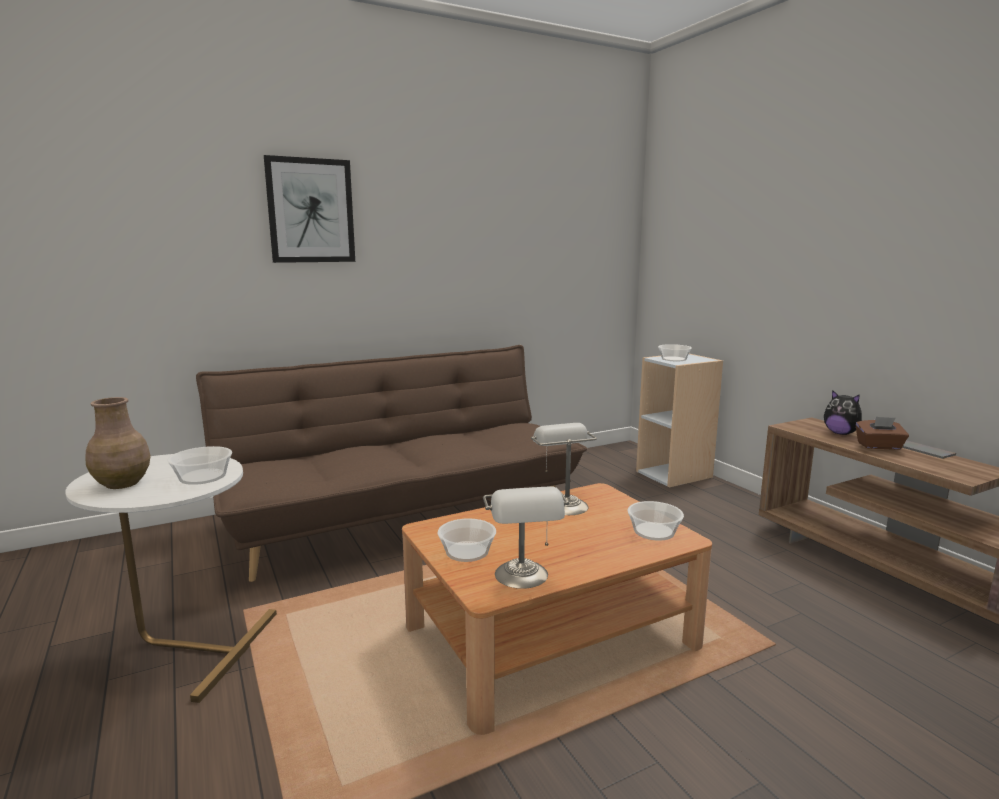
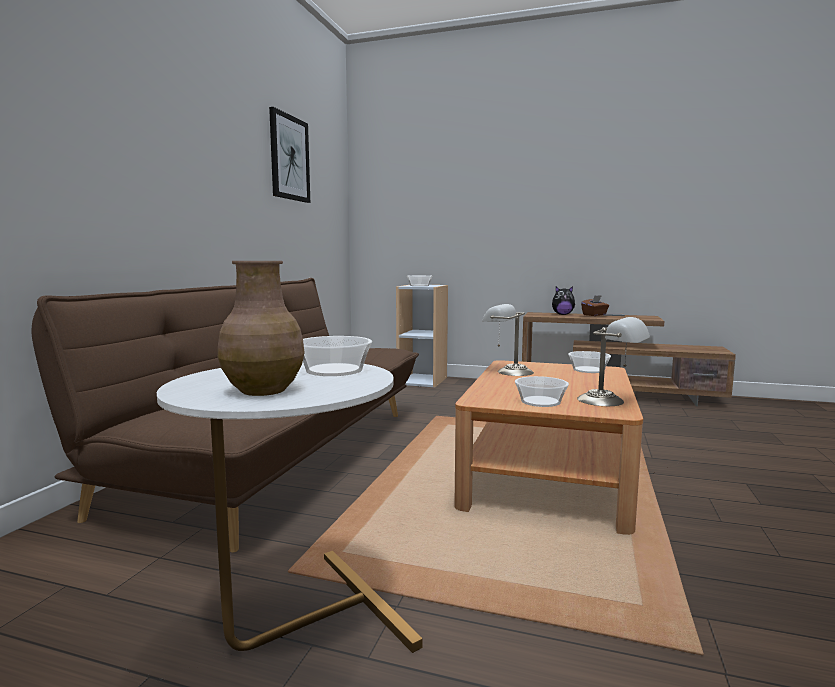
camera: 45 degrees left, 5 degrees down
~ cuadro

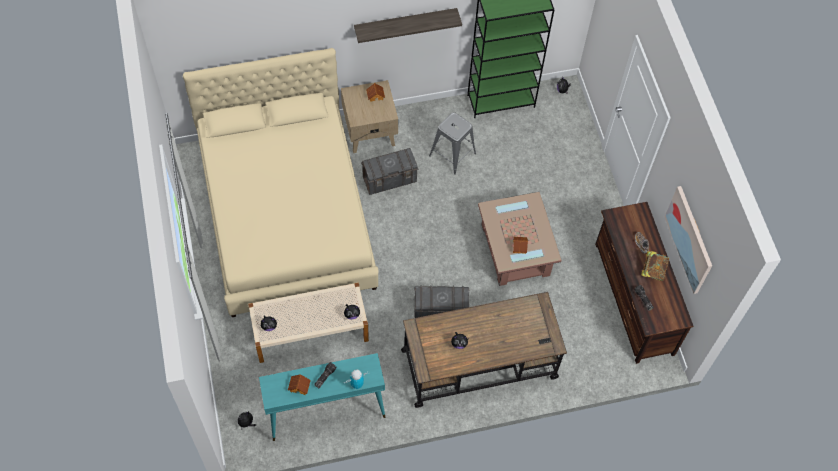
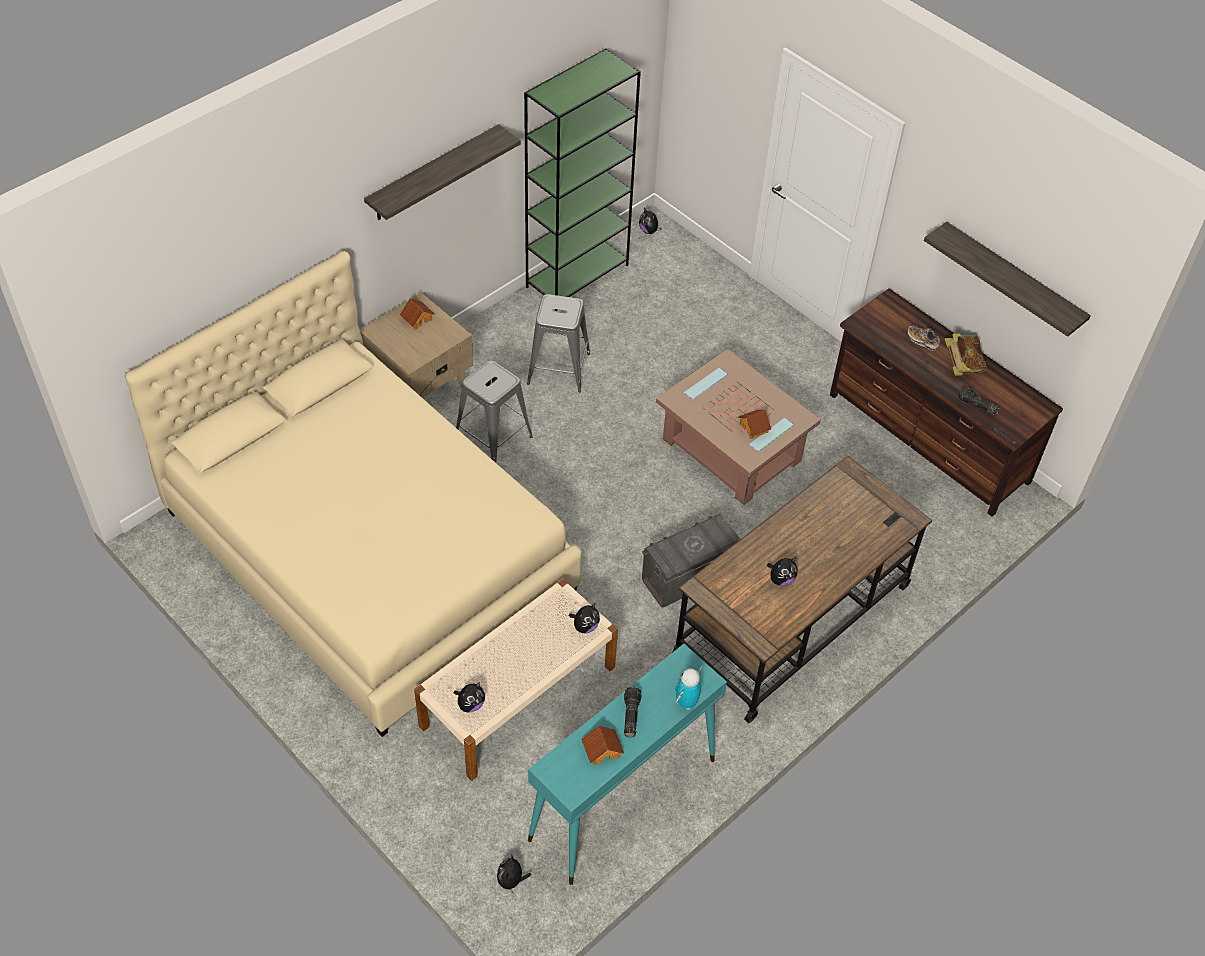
camera: 30 degrees left, 10 degrees down
~ caja de almacenaje/gris (no. 1 from left) to taburete/gris (no. 1 from left)
~ cuadro to estante (no. 2 from left)

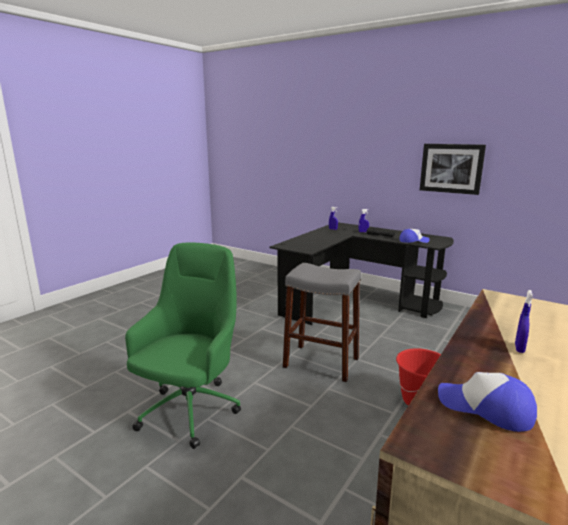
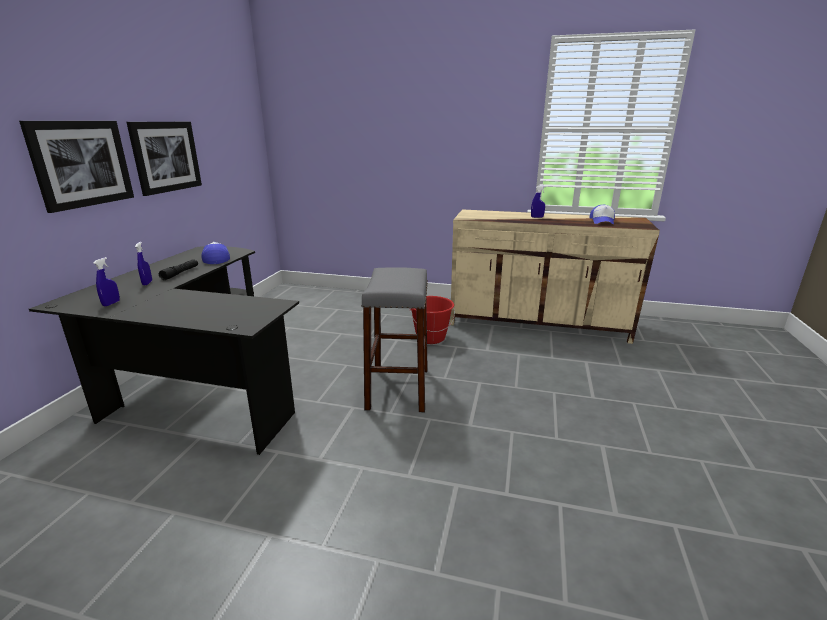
camera: 110 degrees left, 5 degrees up
- silla de oficina/verde
+ cuadro (no. 1 from left)

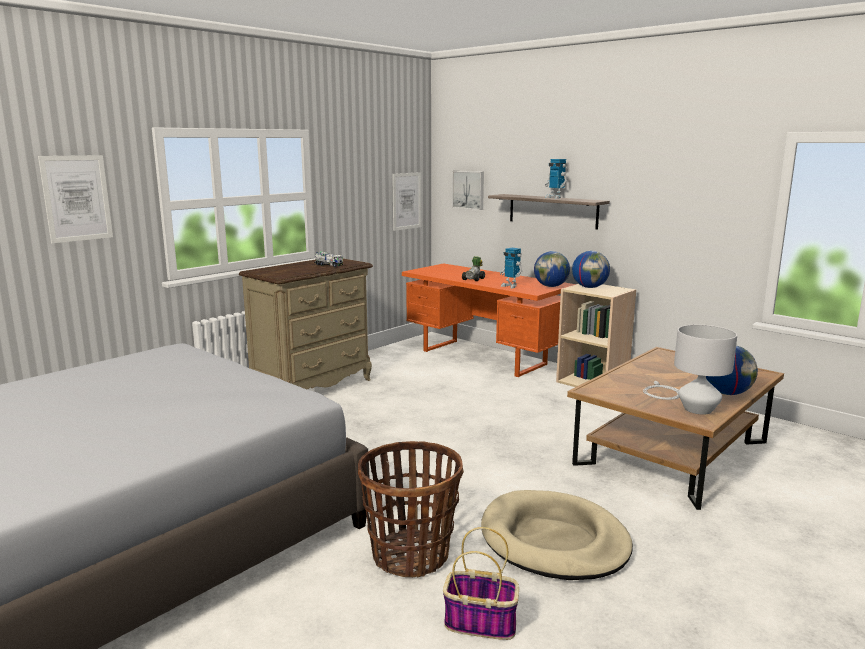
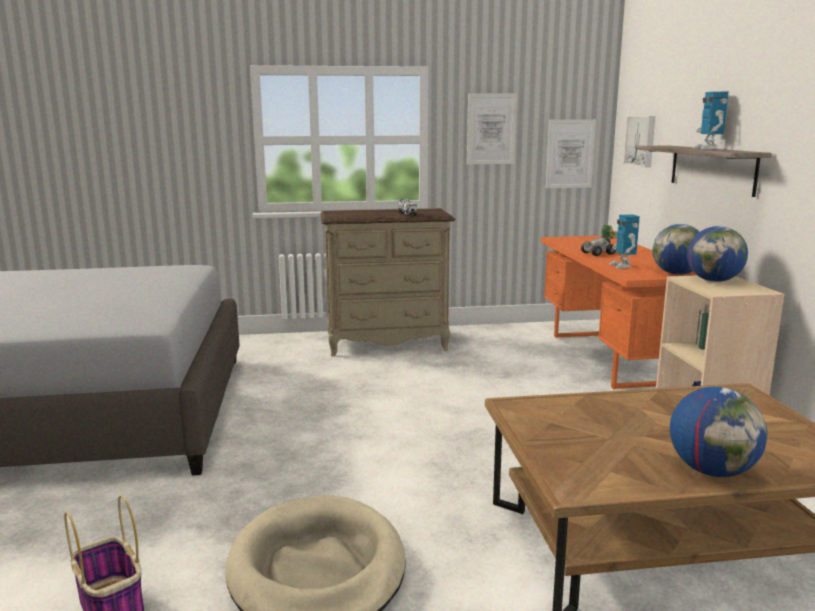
camera: 40 degrees right, 0 degrees up
- cesta (no. 1 from left)
- lámpara de mesa/blanco
~ cuadro (no. 1 from left)

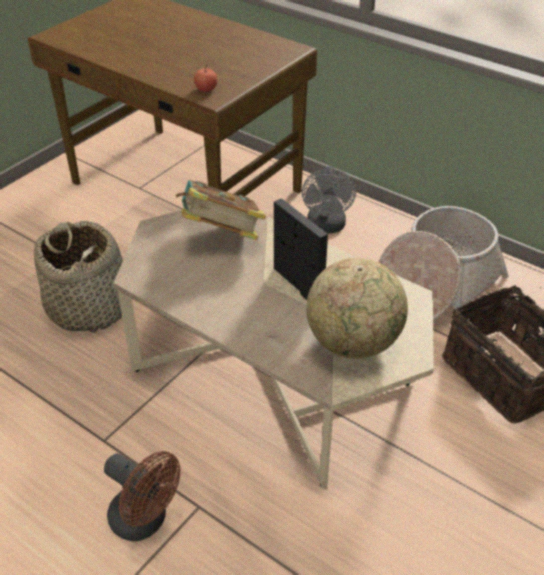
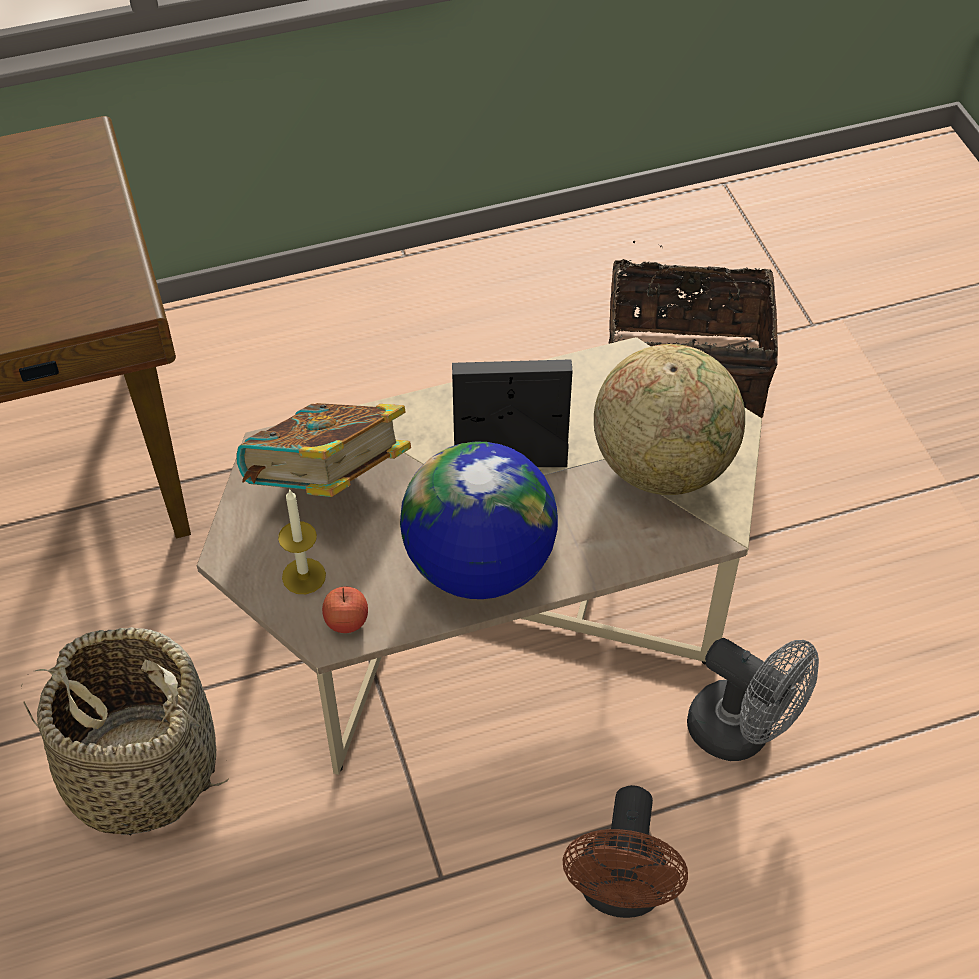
camera: 55 degrees left, 10 degrees up
- cesta (no. 2 from left)
+ vela
+ globo terráqueo (no. 1 from left)
~ manzana
~ ventilador/gris
~ ventilador/marrón 120 degrees clockwise

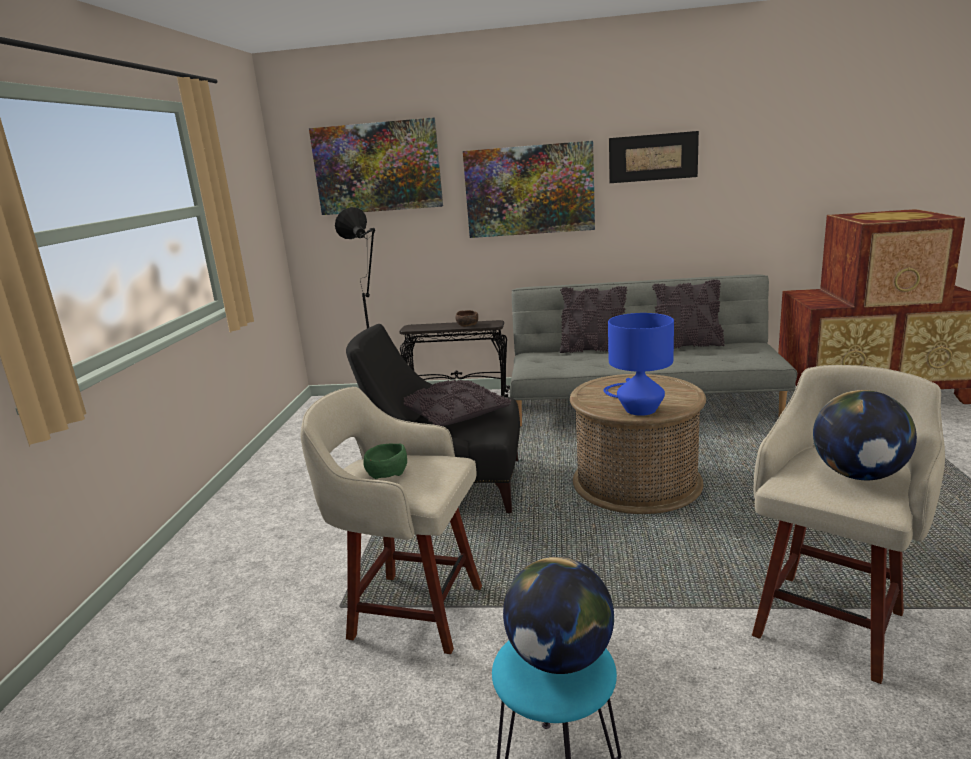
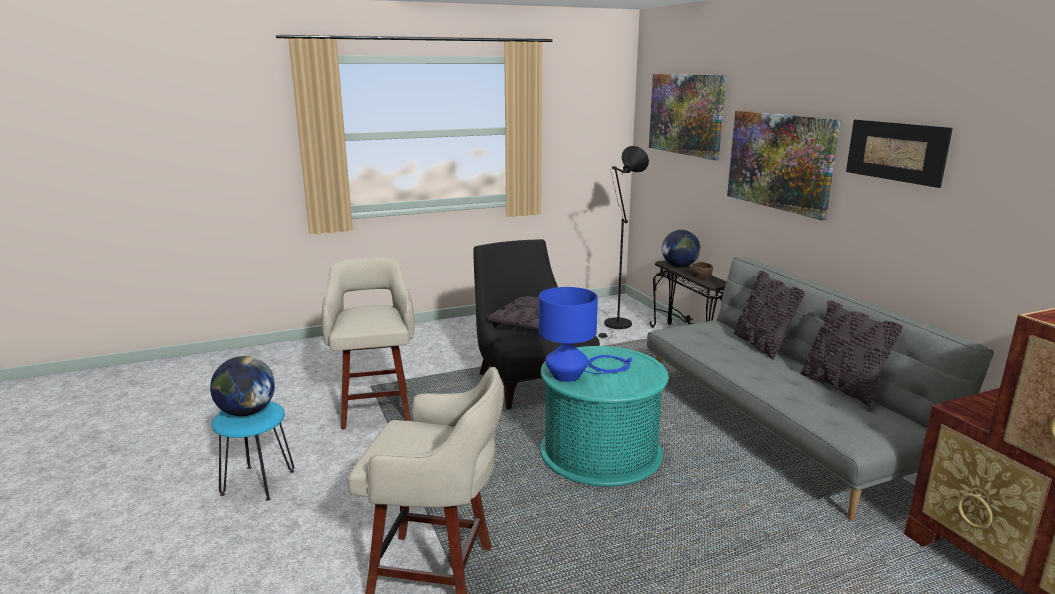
camera: 60 degrees right, 0 degrees up
- cuenco/verde
~ globo terráqueo (no. 2 from left)
~ mesa de centro/marrón to mesa de centro/turquesa

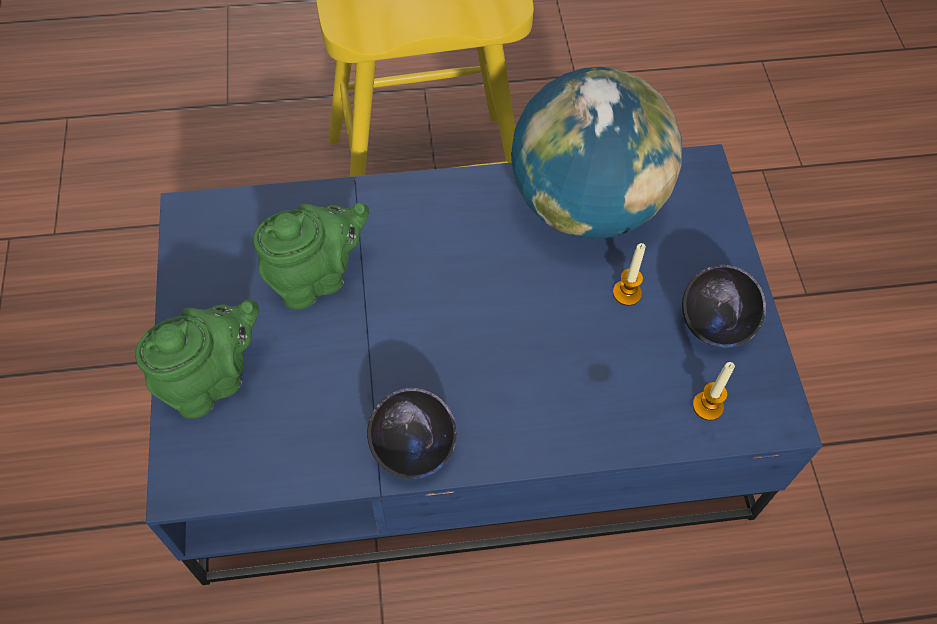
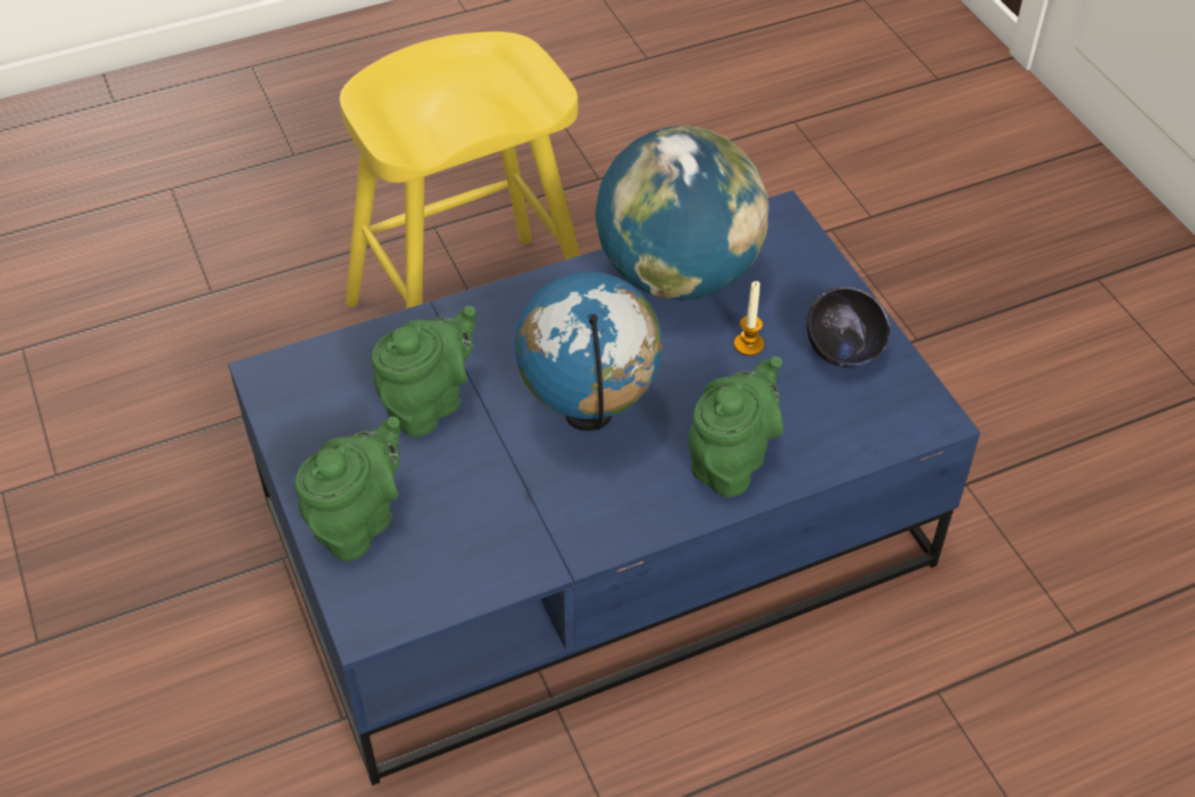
camera: 15 degrees left, 10 degrees down
- cuenco/negro (no. 1 from left)
- vela (no. 2 from left)
+ globo terráqueo (no. 1 from left)
+ tetera/verde (no. 3 from left)

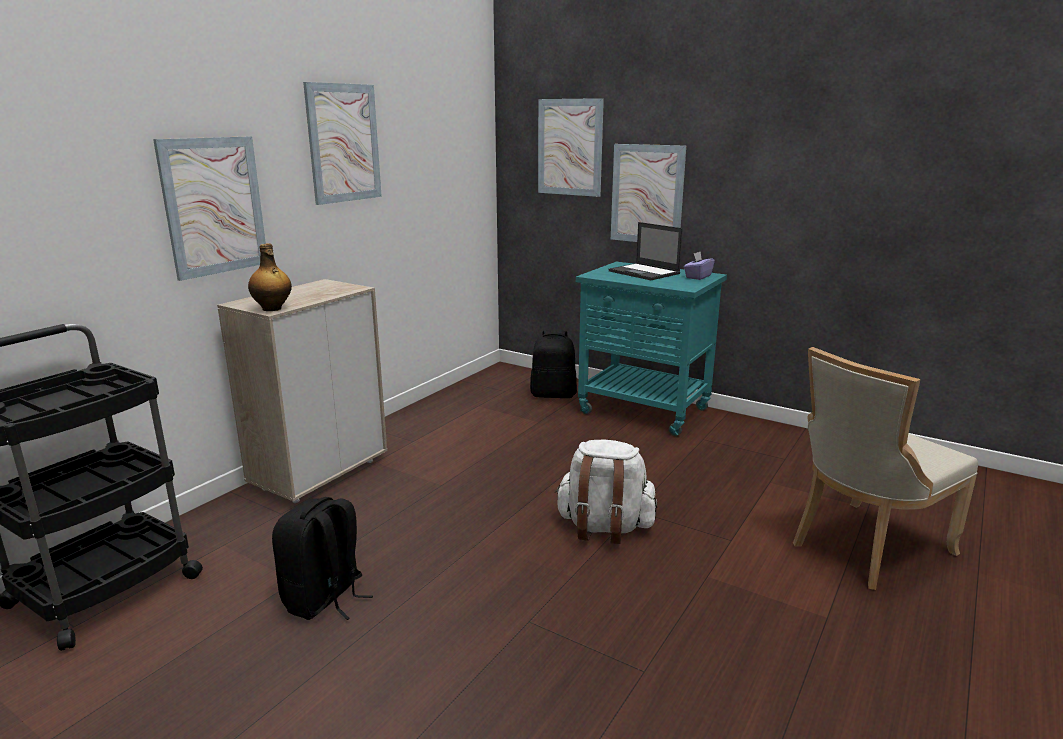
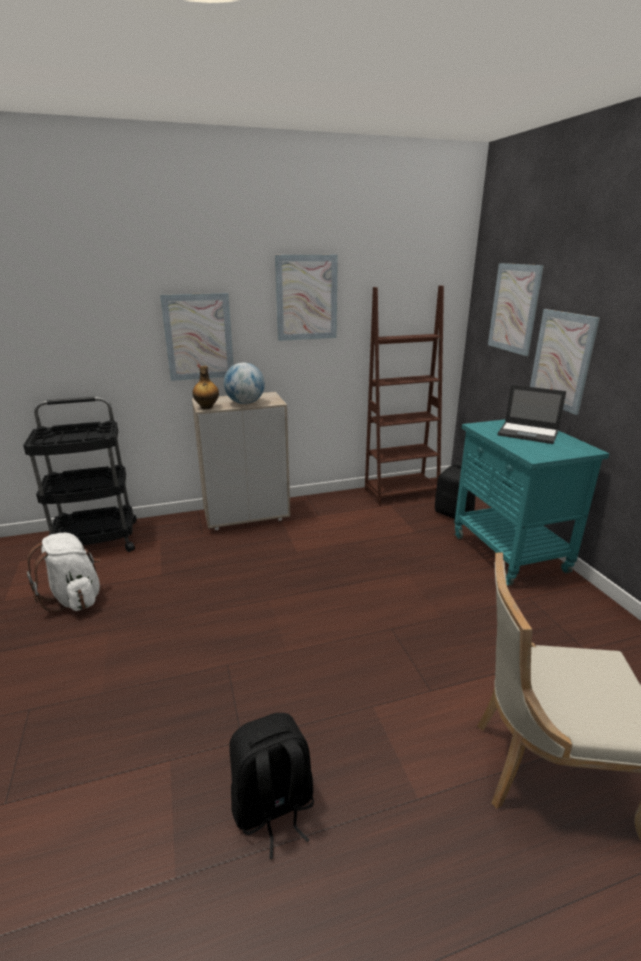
camera: 40 degrees right, 5 degrees up
- caja de pañuelos/morado
+ globo terráqueo
+ estantería/marrón
~ mochila/negro (no. 1 from left)
~ mochila/blanco
~ portátil 60 degrees counterclockwise

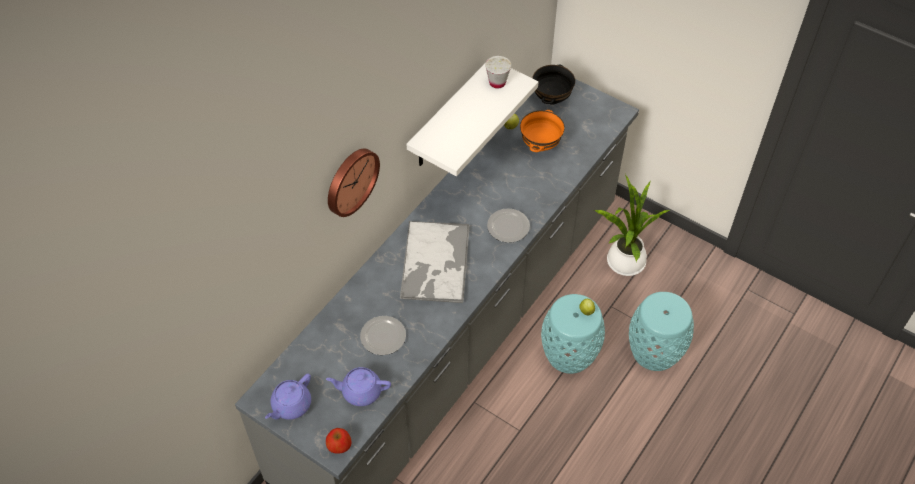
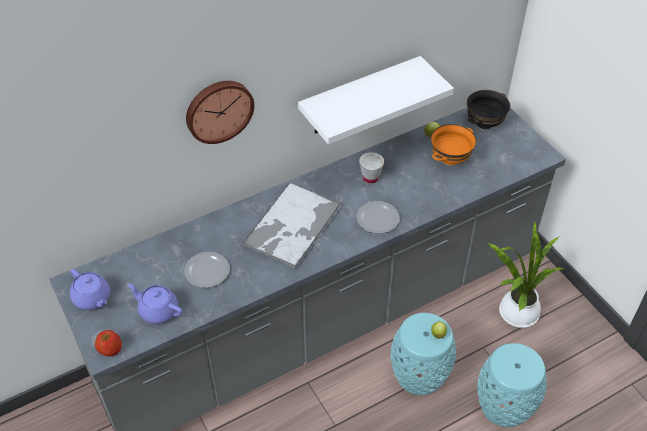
camera: 25 degrees right, 5 degrees down
~ taza/blanco
~ tetera/morado (no. 1 from left) 105 degrees counterclockwise

